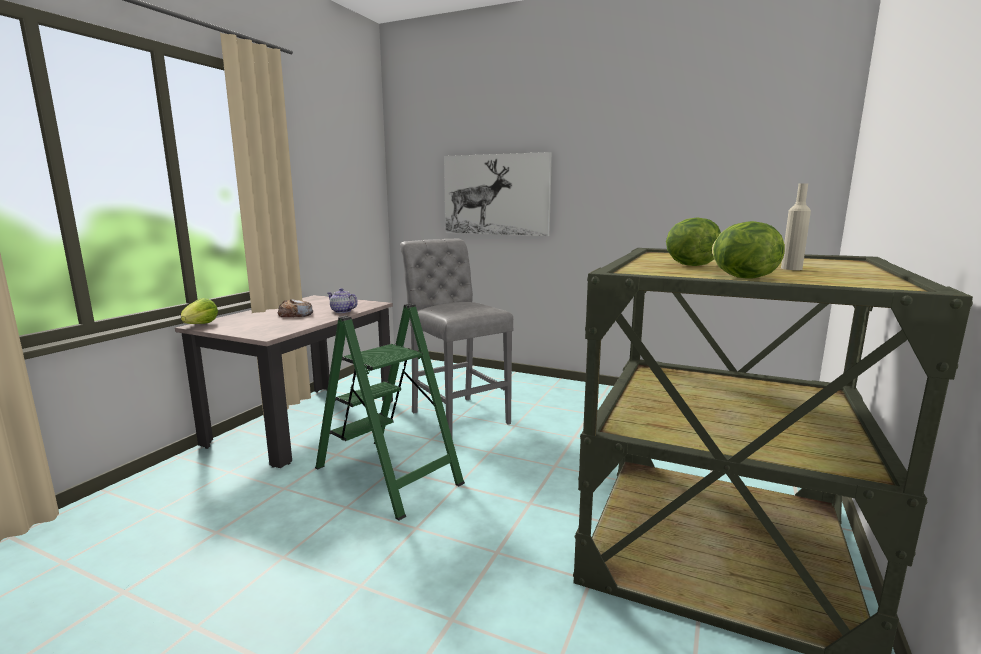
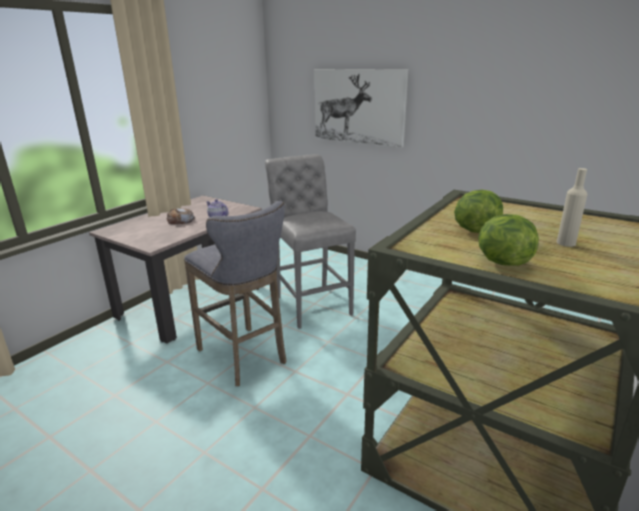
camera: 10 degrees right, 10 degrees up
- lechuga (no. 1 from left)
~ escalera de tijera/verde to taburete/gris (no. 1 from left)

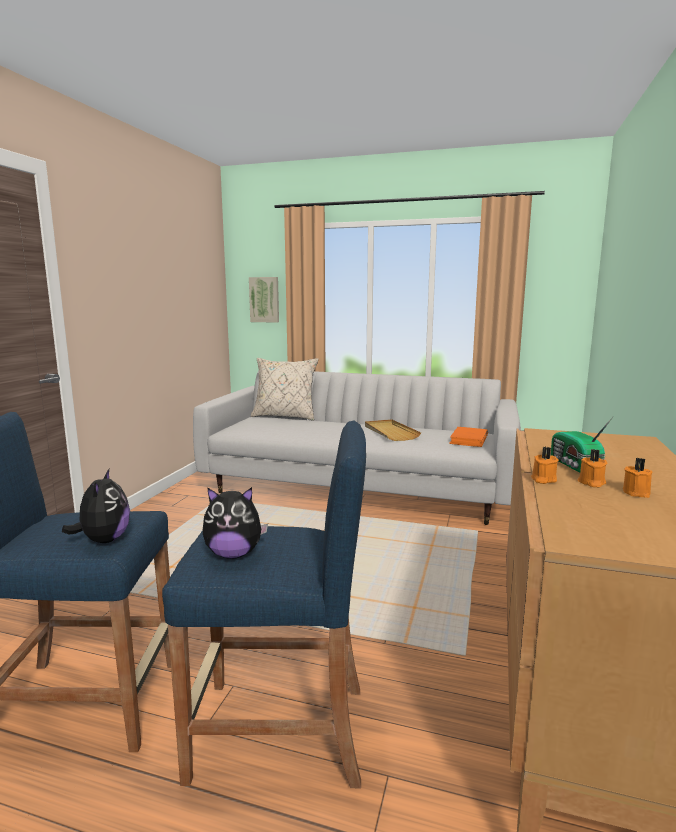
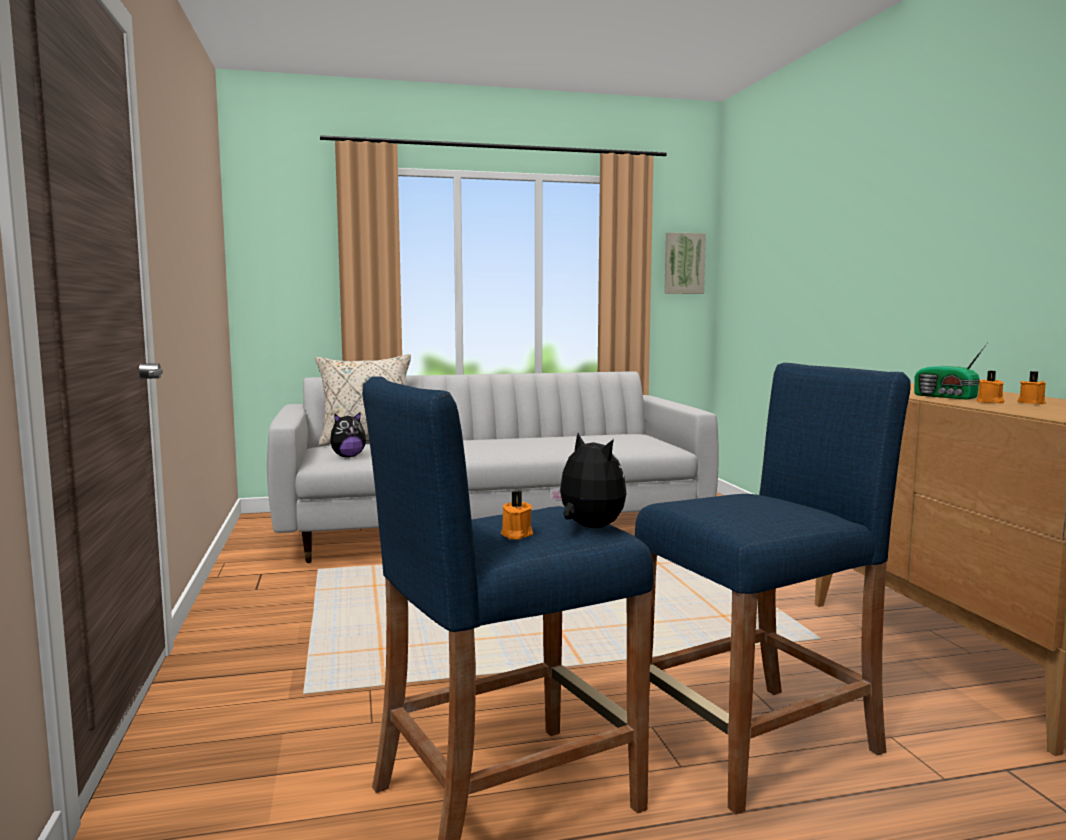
camera: 30 degrees left, 5 degrees down
- bandeja/beis
- libro/naranja
~ peluche (no. 2 from left in the first image) to peluche (no. 1 from left)
~ cuadro
~ vela/naranja (no. 1 from left)

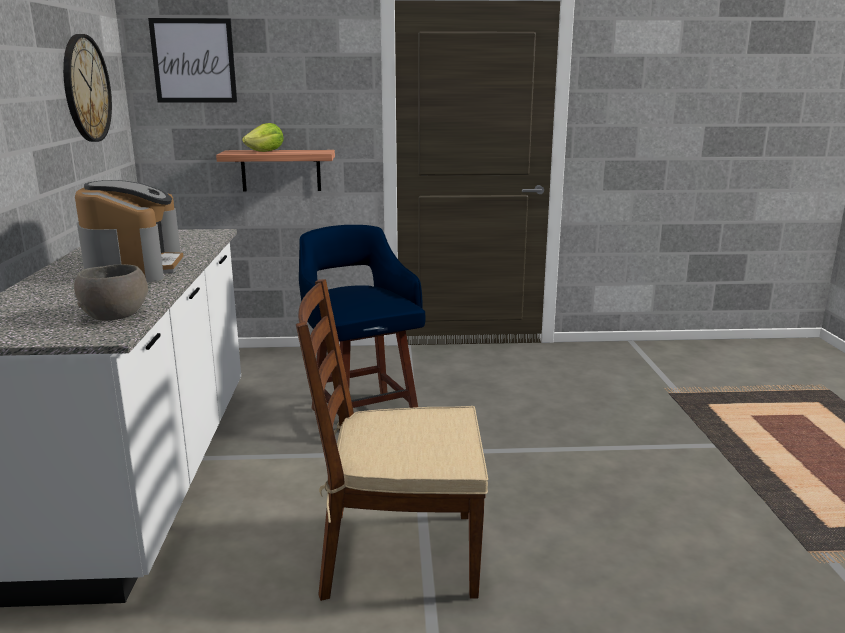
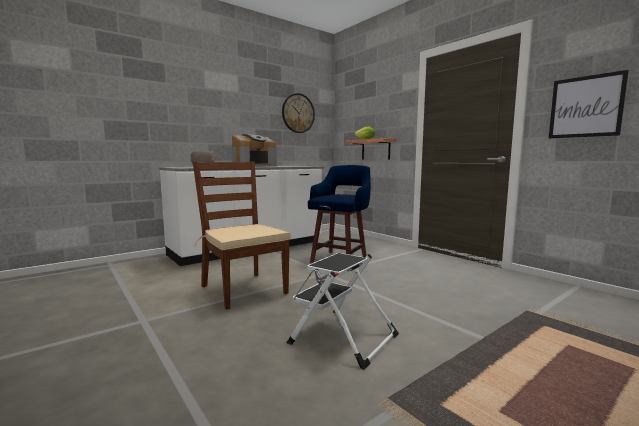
camera: 55 degrees right, 10 degrees down
+ escalera de tijera
~ cuadro

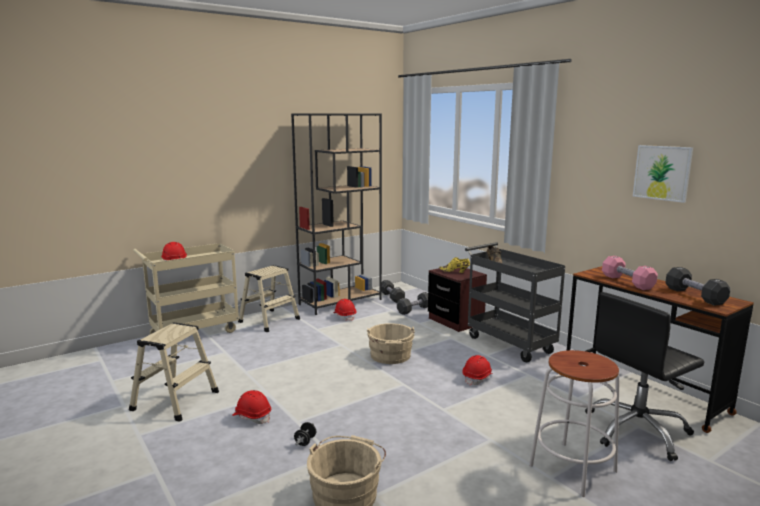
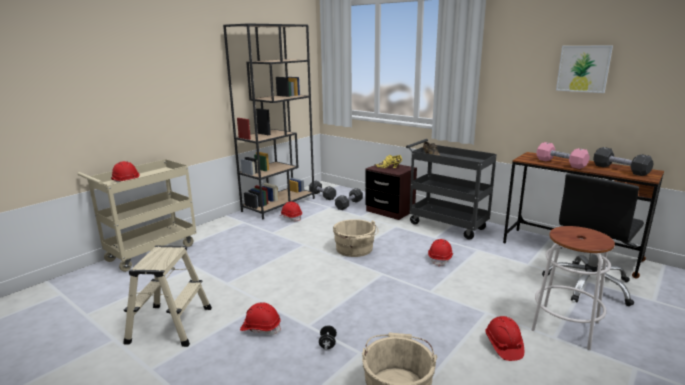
camera: 15 degrees left, 5 degrees up
- escalera de tijera/beis (no. 2 from left)
+ casco/rojo (no. 5 from left)

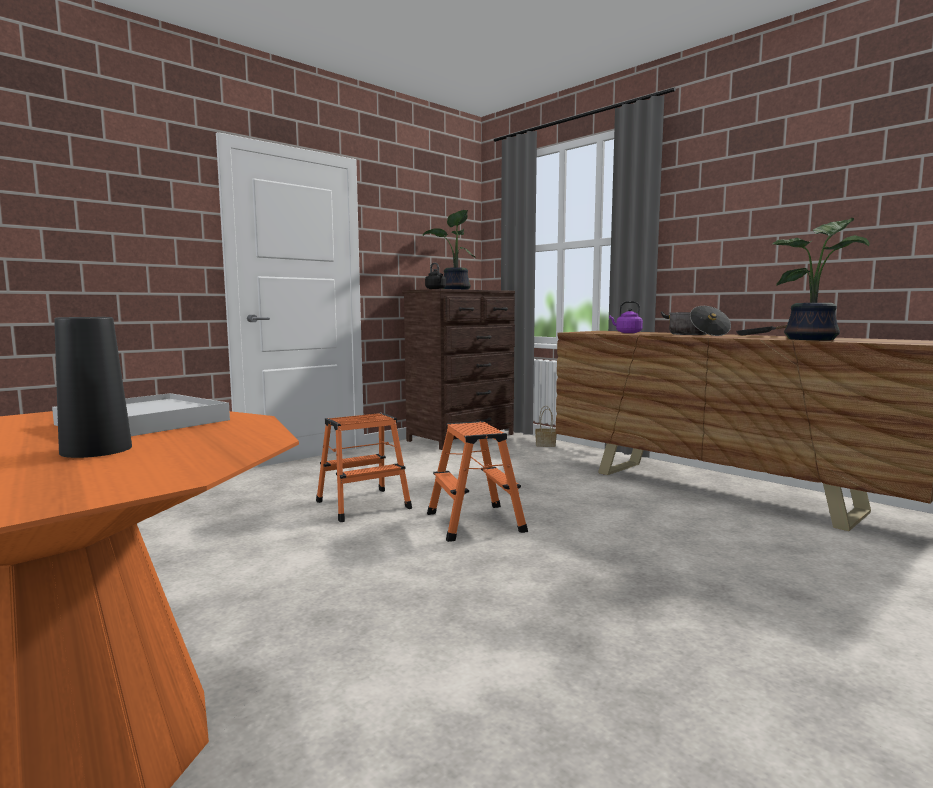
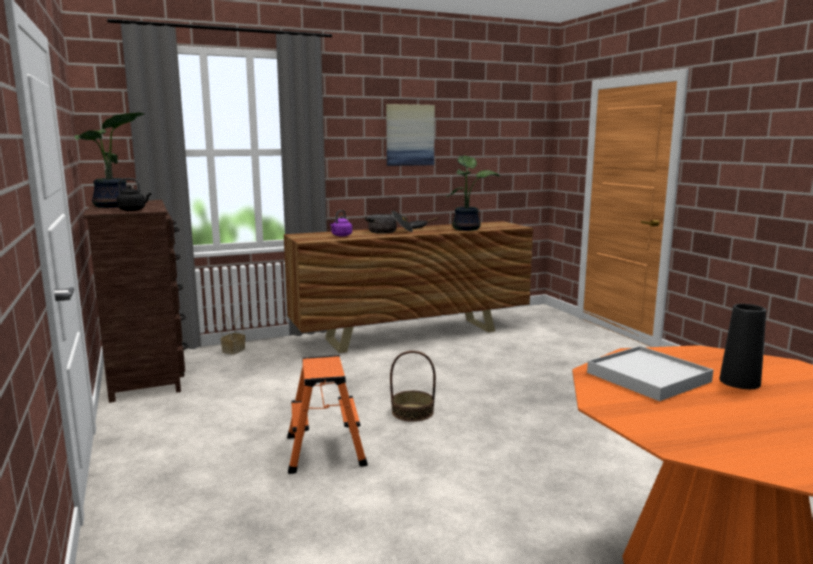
camera: 70 degrees left, 5 degrees up
+ cuadro
~ escalera de tijera/naranja (no. 2 from left) to cesta (no. 2 from left)

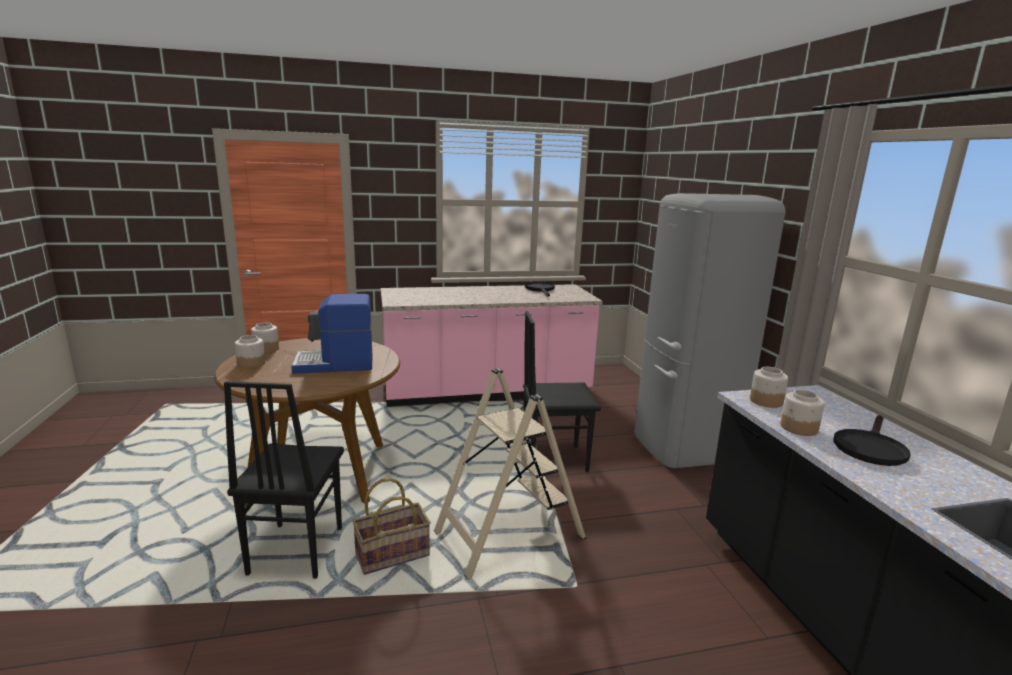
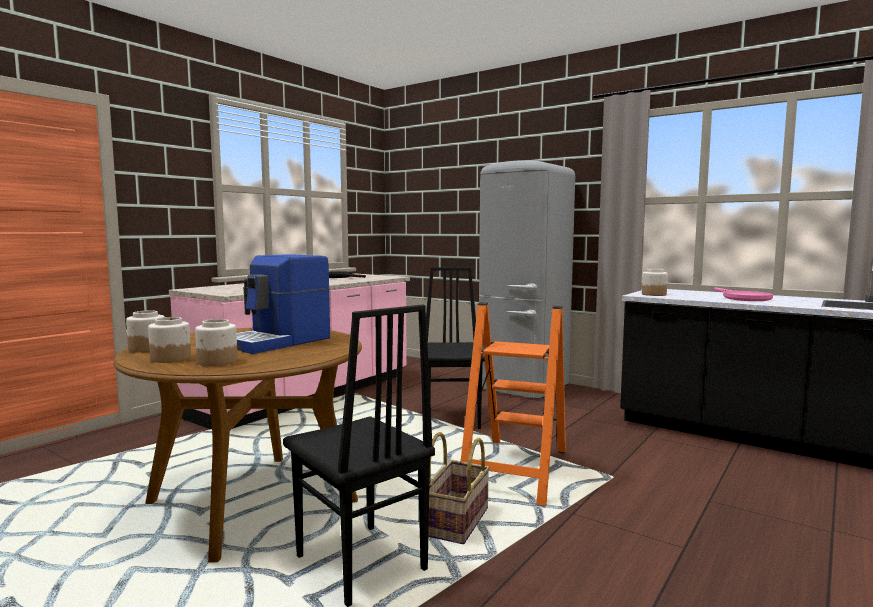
camera: 40 degrees left, 10 degrees down
~ tarro (no. 4 from left in the first image) to tarro (no. 3 from left)
~ escalera de tijera/beis to escalera de tijera/naranja
~ sartén/negro (no. 2 from left) to sartén/rosa
~ silla/negro (no. 2 from left) 135 degrees clockwise

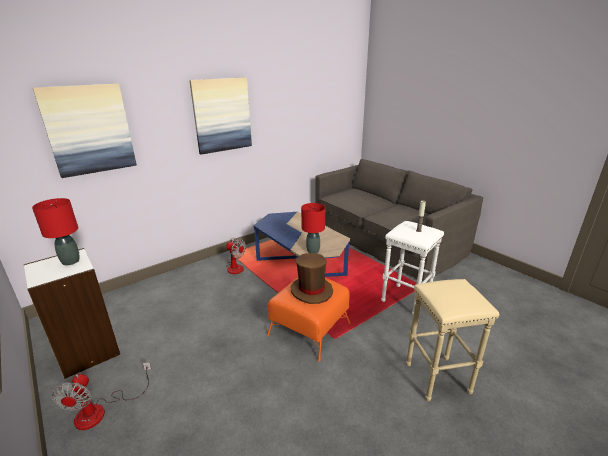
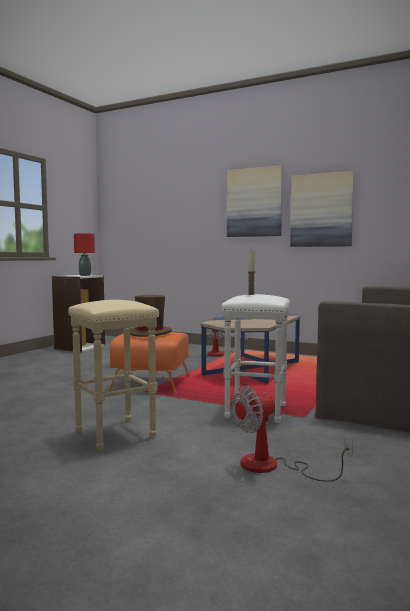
camera: 65 degrees right, 20 degrees down
- lámpara de mesa/rojo (no. 2 from left)
~ cuadro (no. 1 from left in the first image) to cuadro (no. 2 from left)
~ ventilador (no. 1 from left in the first image) to ventilador (no. 2 from left)

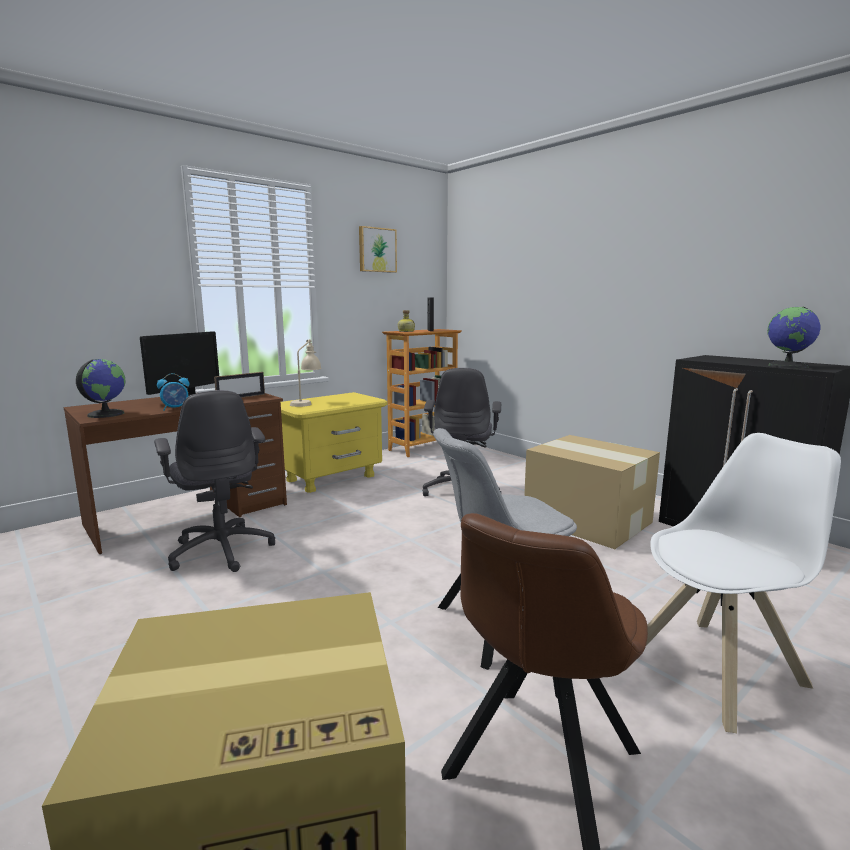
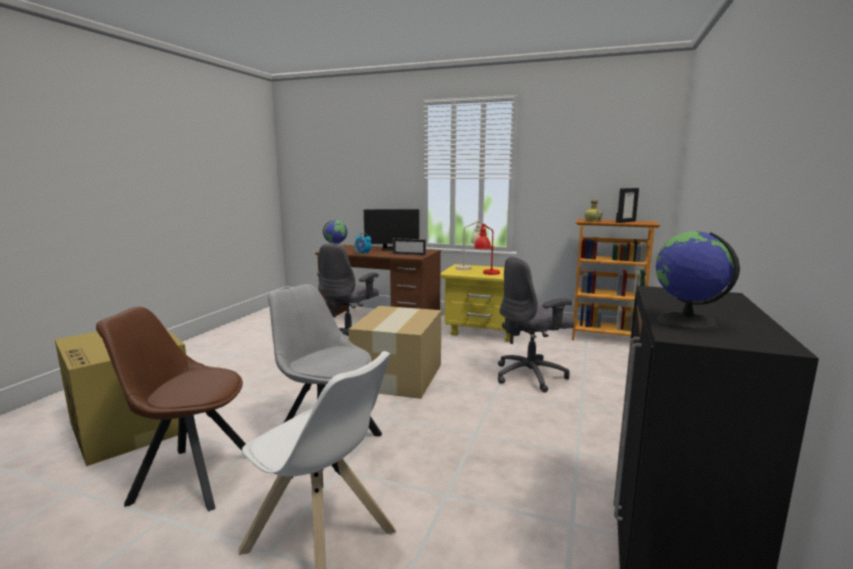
camera: 60 degrees right, 0 degrees up
- cuadro
+ lámpara de mesa/rojo
~ caja de cartón (no. 2 from left)

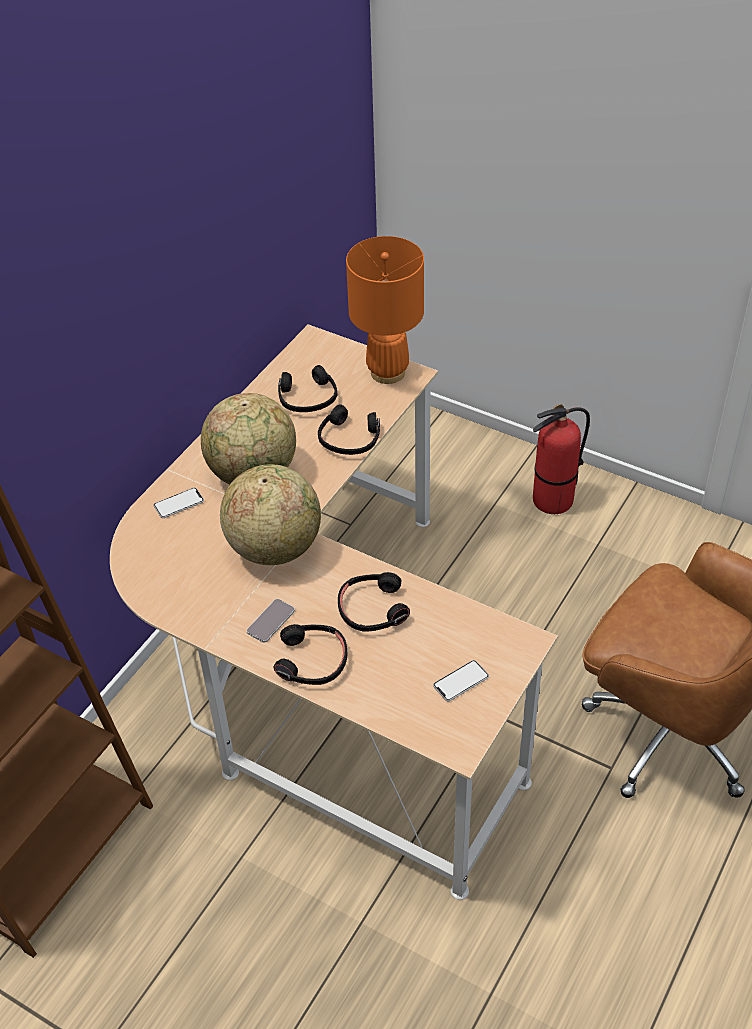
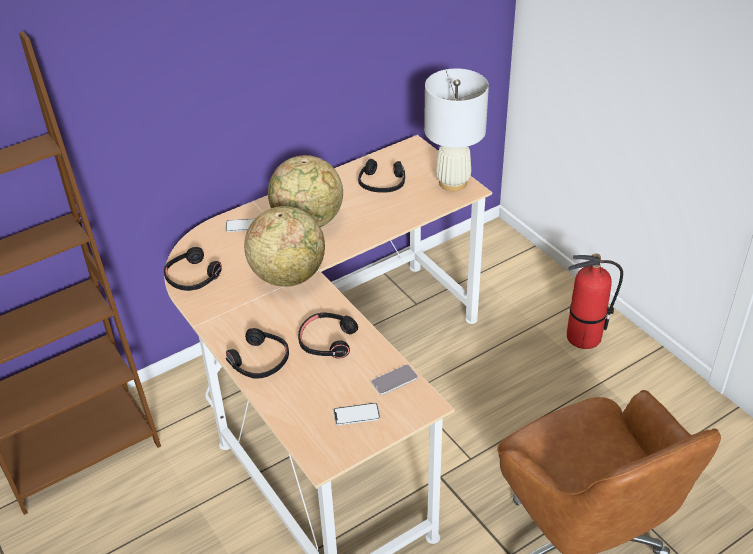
camera: 25 degrees right, 5 degrees down
~ móvil (no. 2 from left in the first image) to móvil (no. 3 from left)
~ auriculares/negro (no. 3 from left in the first image) to auriculares/negro (no. 1 from left)
~ lámpara de mesa/naranja to lámpara de mesa/blanco

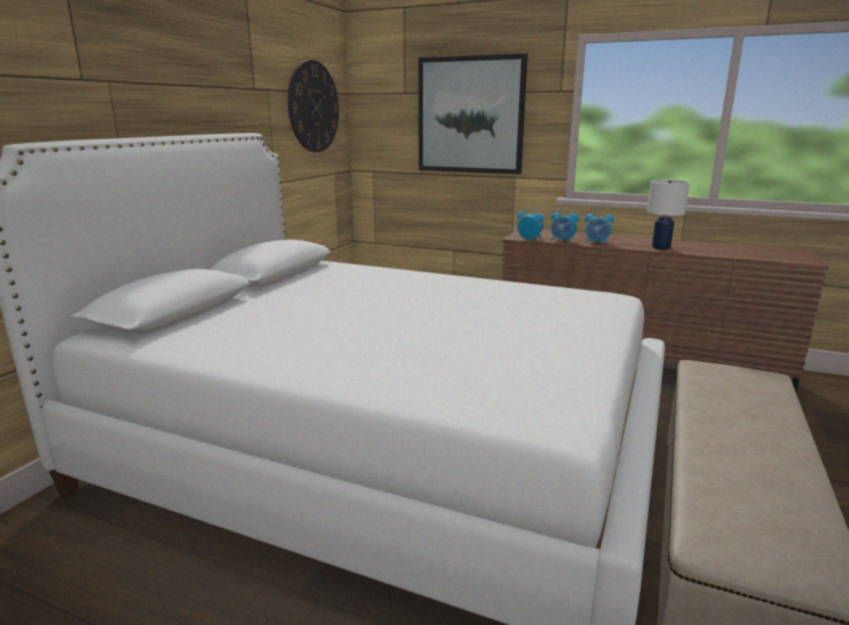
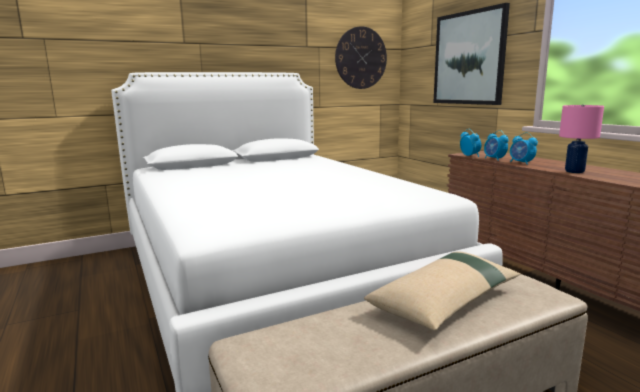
camera: 40 degrees right, 5 degrees down
+ cojín/beis
~ lámpara de mesa/blanco to lámpara de mesa/rosa

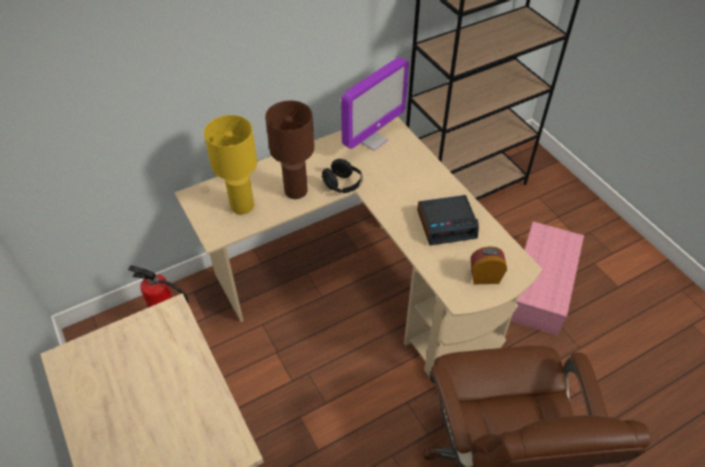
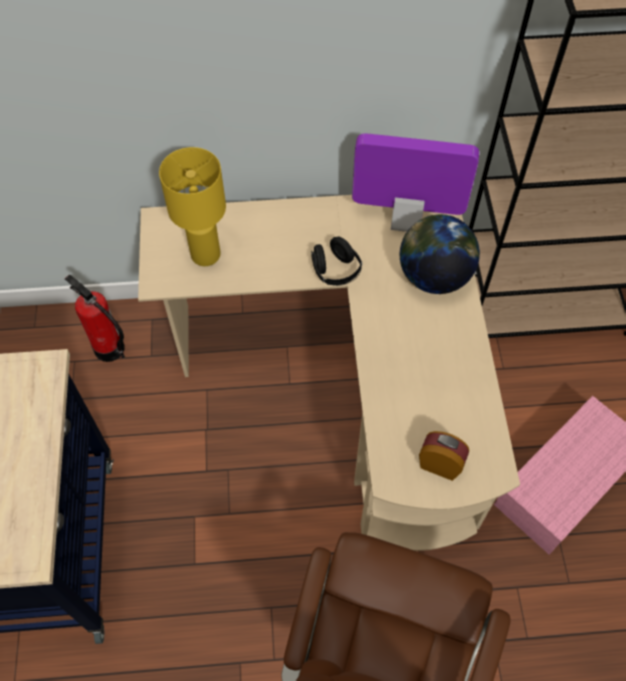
camera: 25 degrees right, 10 degrees up
- lámpara de mesa/marrón
- despertador (no. 1 from left)
+ globo terráqueo
~ monitor 150 degrees counterclockwise

